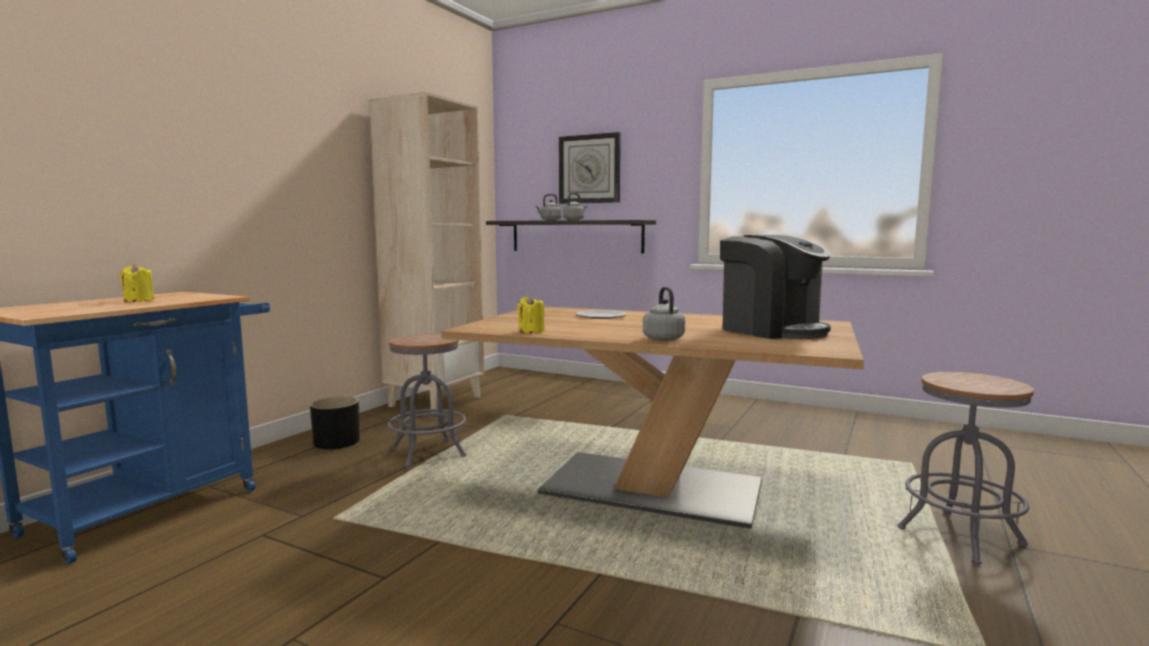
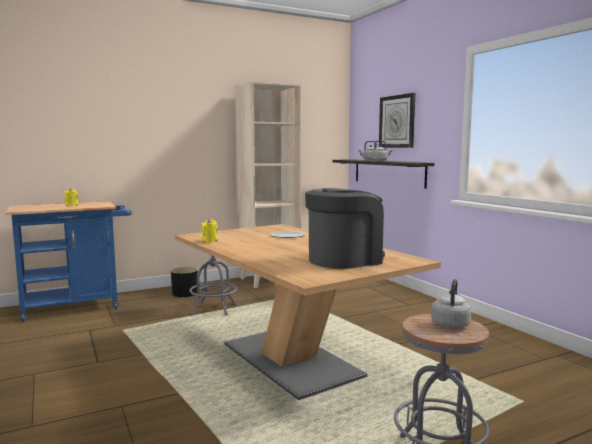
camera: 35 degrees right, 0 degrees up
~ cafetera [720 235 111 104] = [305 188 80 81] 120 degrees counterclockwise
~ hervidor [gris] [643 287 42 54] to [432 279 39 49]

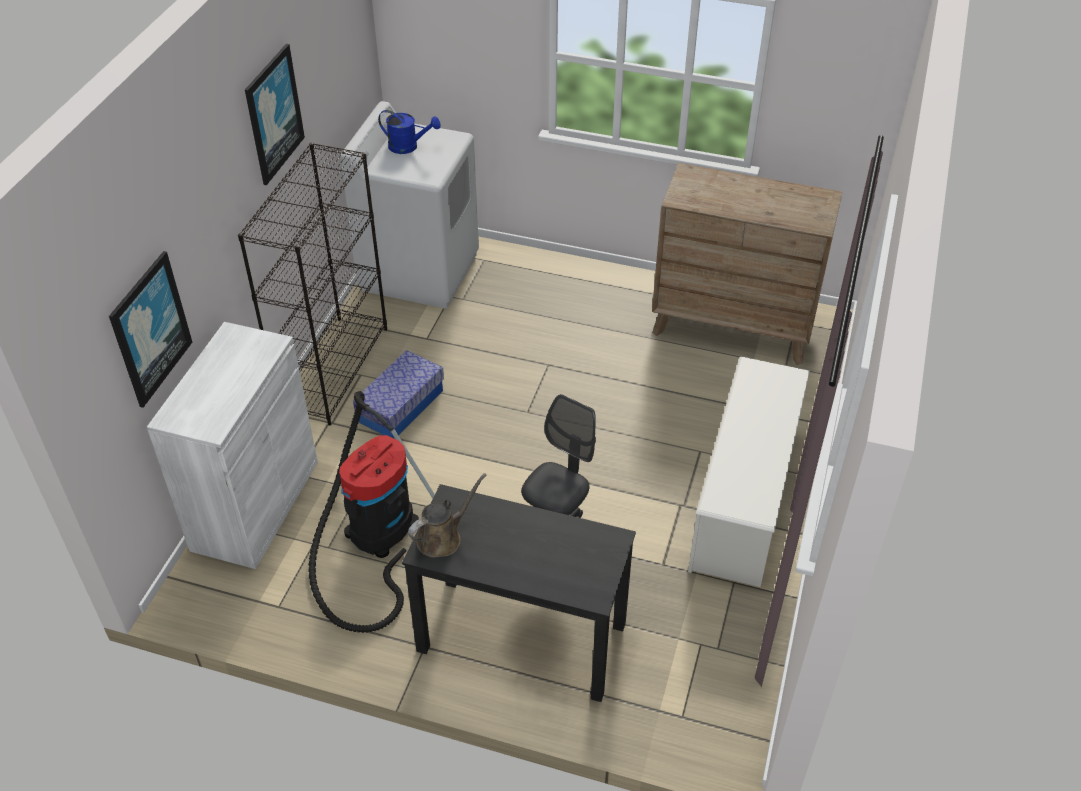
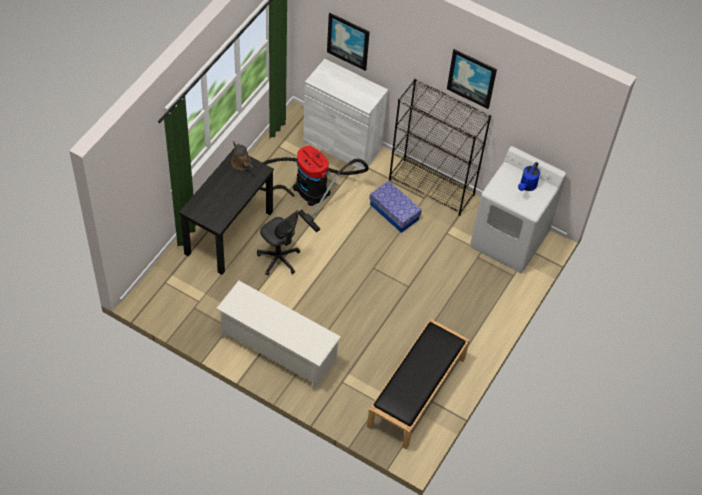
camera: 100 degrees right, 10 degrees up
~ cómoda [marrón] [652 163 190 202] to banco [negro] [367 319 103 131]

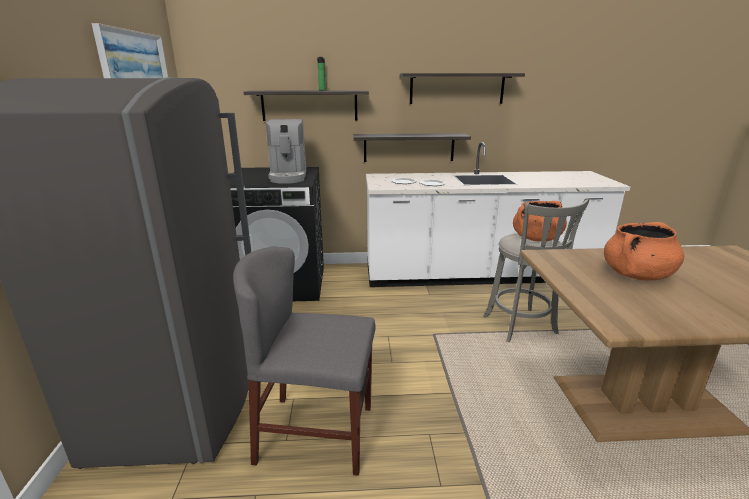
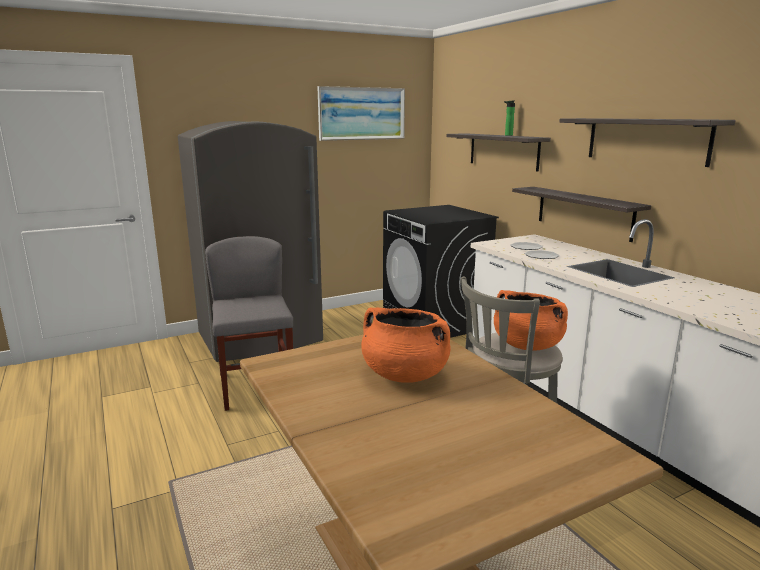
camera: 65 degrees right, 5 degrees down
- cafetera [266 119 40 65]

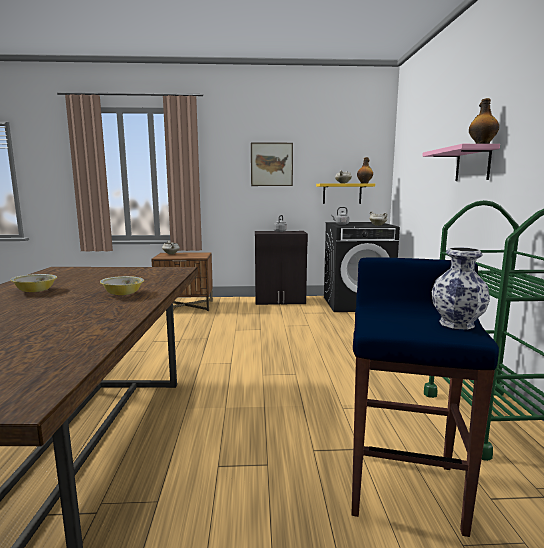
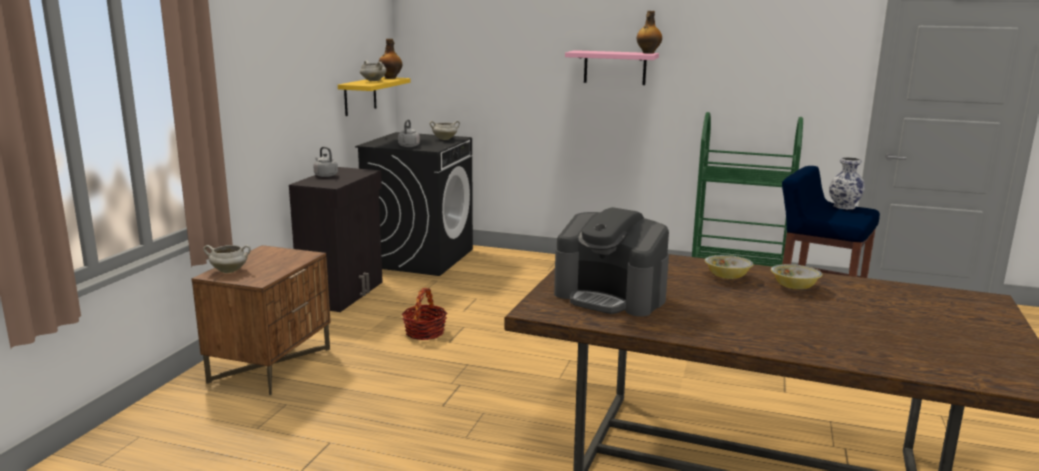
camera: 70 degrees left, 5 degrees up
- cuadro [251 142 42 44]
~ cuenco [10 274 47 18] to [771 264 52 25]
+ cafetera [554 207 115 109]
+ cesta [402 288 45 52]

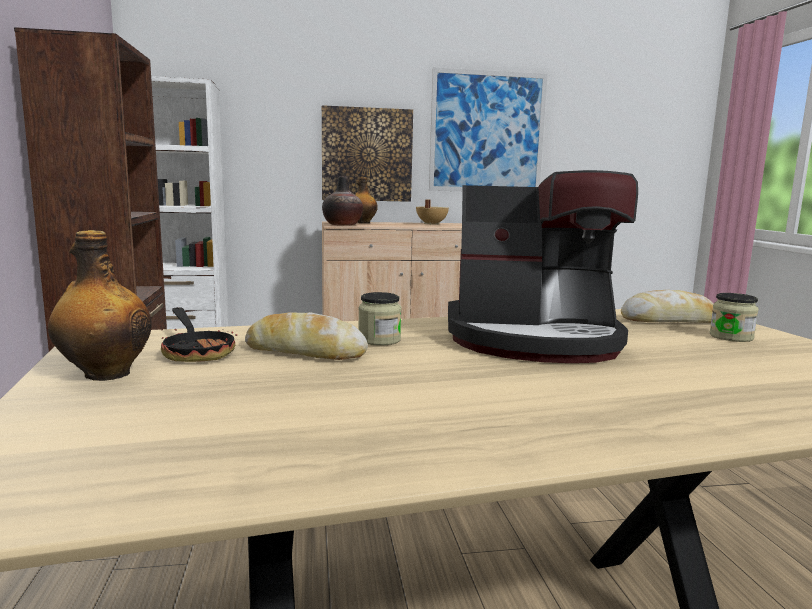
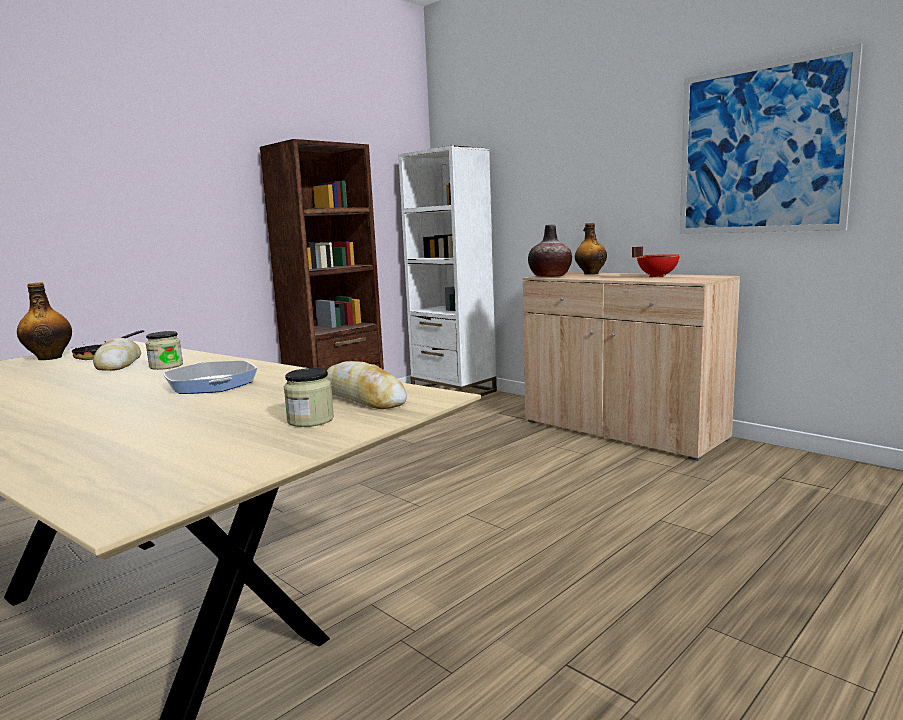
camera: 55 degrees right, 0 degrees up
- cuadro [322 105 91 97]
~ cafetera [448 170 190 193] to sartén [163 361 94 33]
~ olla [beis] [416 199 33 26] to olla [rojo] [632 246 48 31]

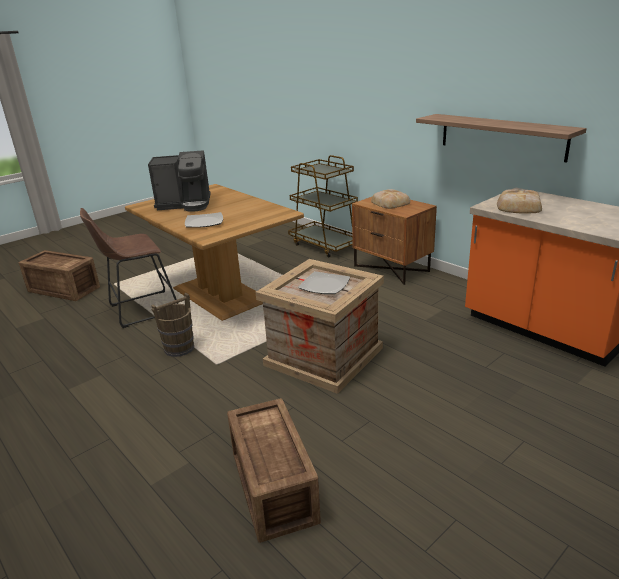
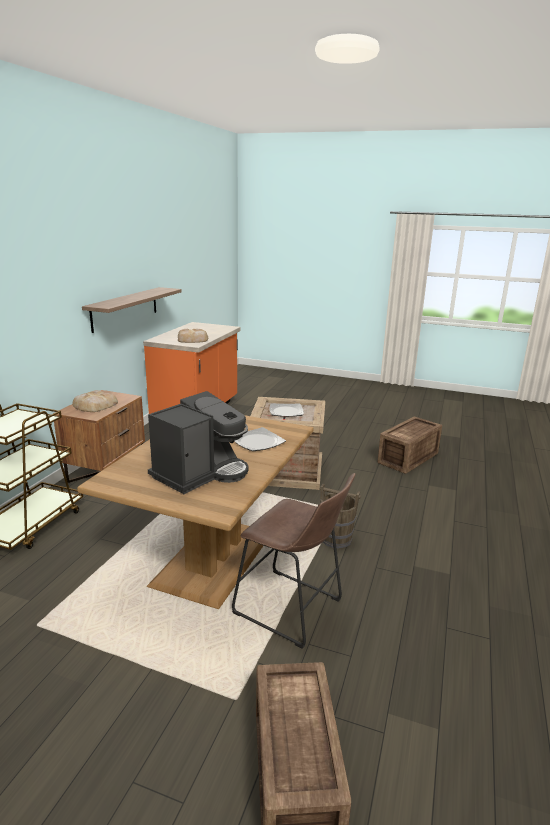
camera: 120 degrees left, 5 degrees down
~ cafetera [148 150 63 62] = [148 391 101 103] 75 degrees clockwise

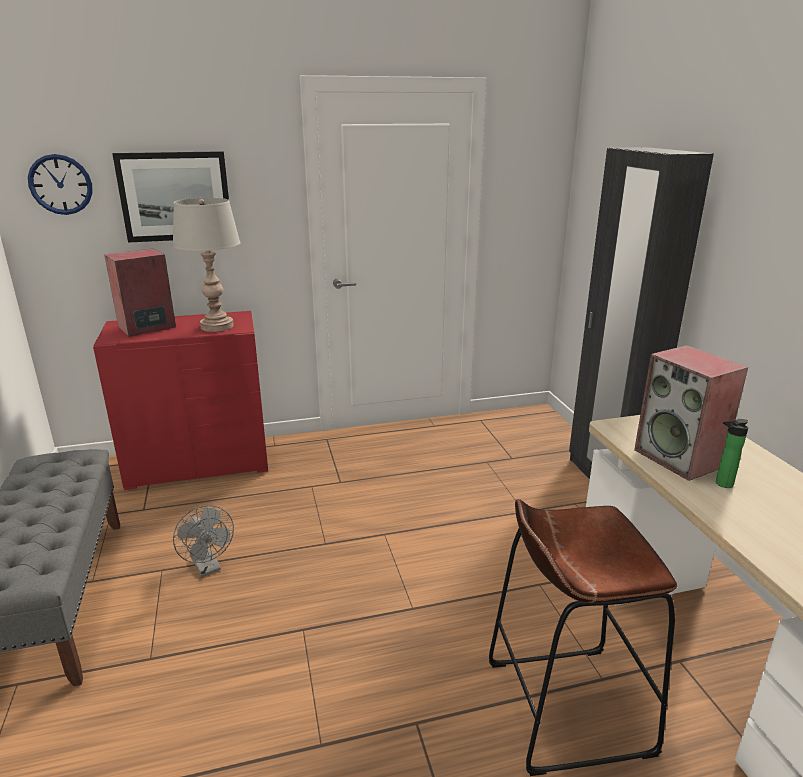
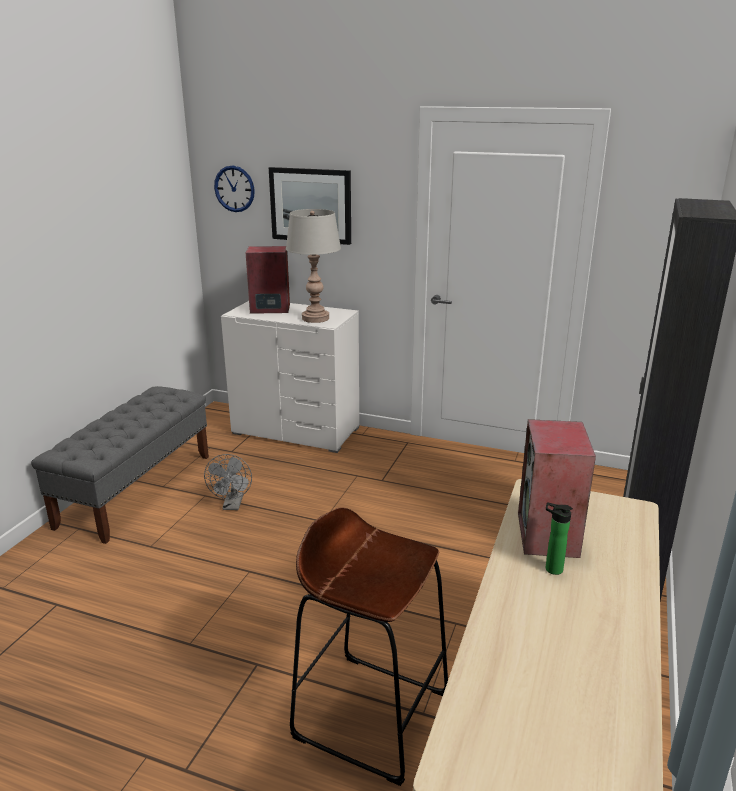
camera: 35 degrees right, 0 degrees up
~ cómoda [rojo] [93 311 175 179] to cómoda [blanco] [221 301 138 152]

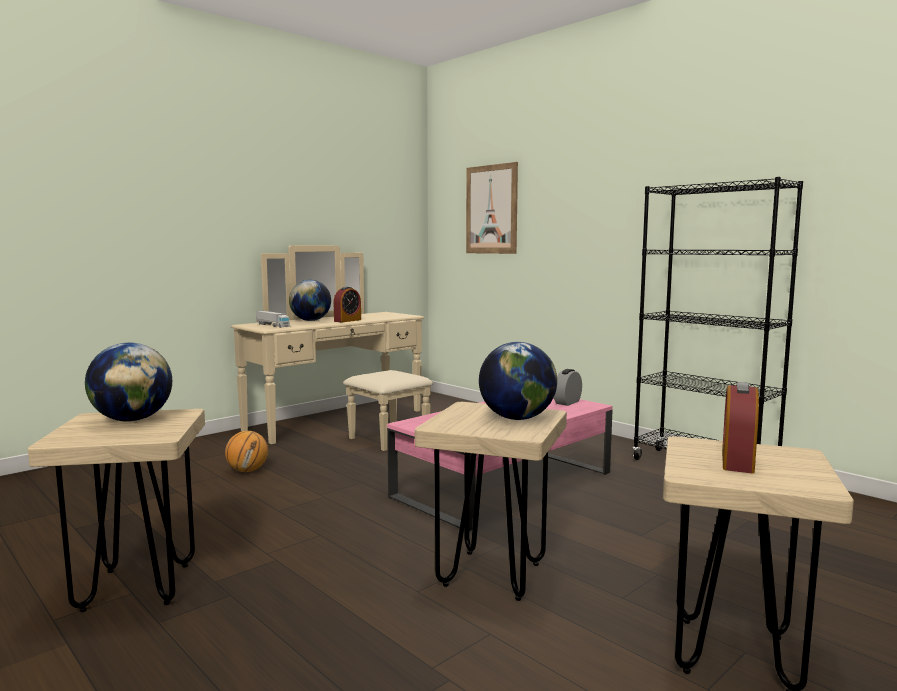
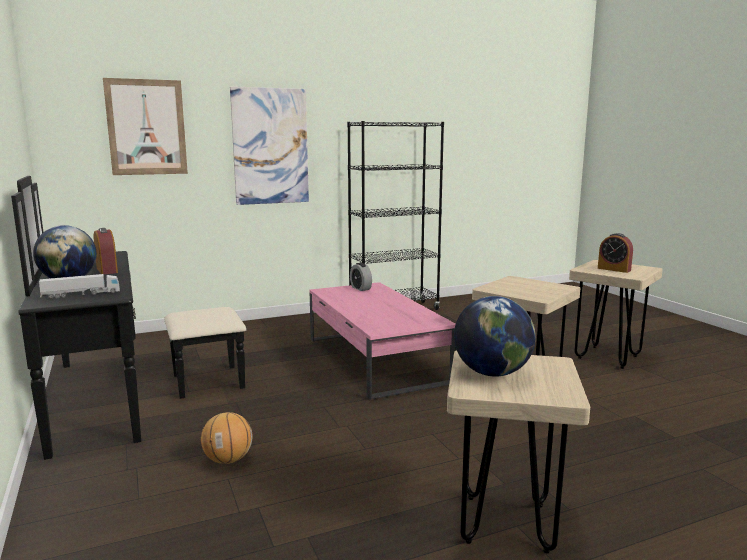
camera: 70 degrees left, 5 degrees up
~ cómoda [beis] [231 245 202 206] to cómoda [negro] [11 176 236 284]
- globo terráqueo [479 342 78 78]
+ cuadro [230 86 79 119]

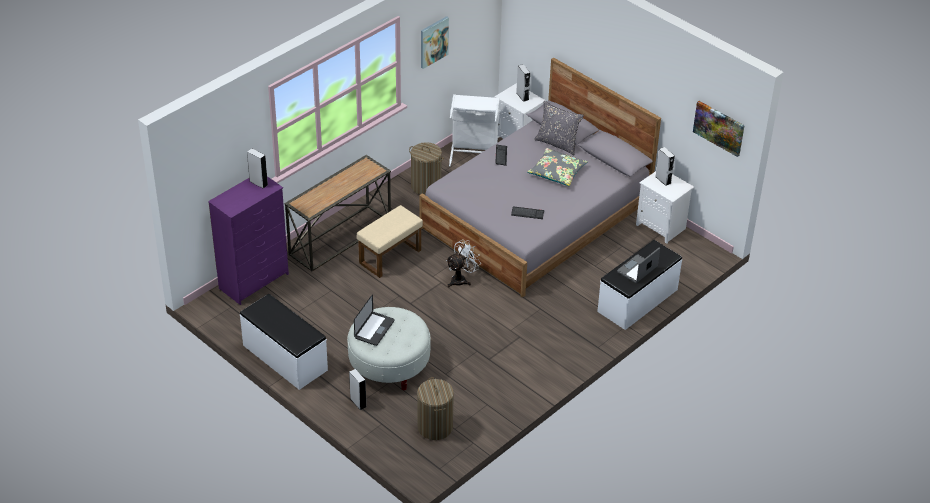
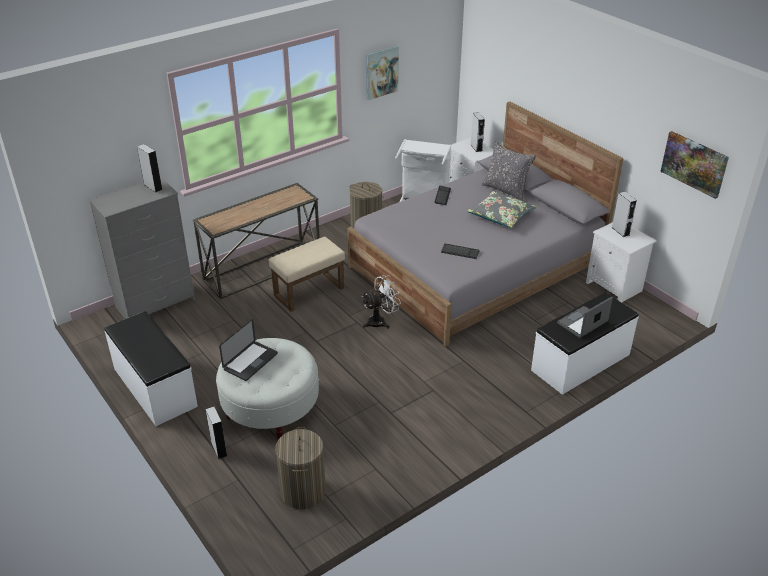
camera: 10 degrees right, 5 degrees down
~ cómoda [morado] [208 176 81 129] to cómoda [gris] [89 177 106 142]

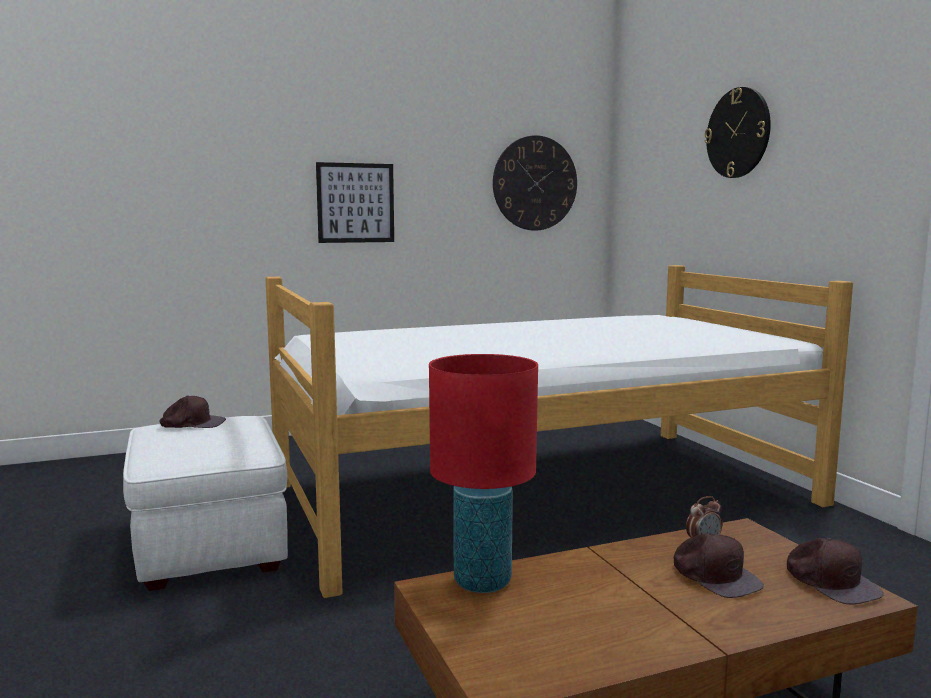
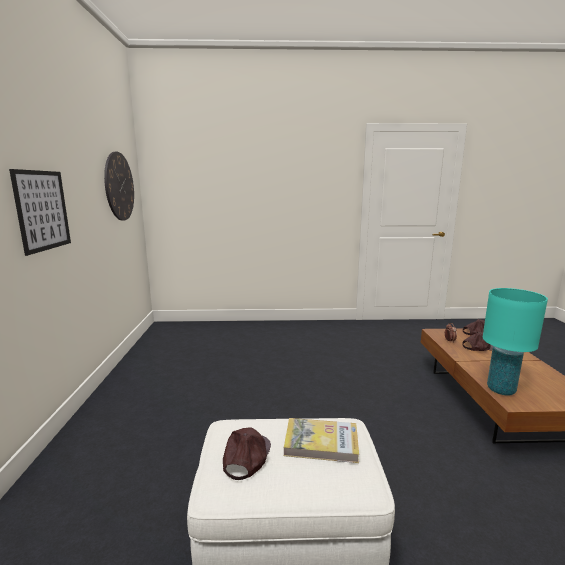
camera: 70 degrees left, 5 degrees up
- reloj de pared [704 87 67 91]
- cama [265 265 588 333]
~ lámpara de mesa [rojo] [429 354 109 239] to lámpara de mesa [turquesa] [483 288 65 108]
+ libro [284 418 75 45]

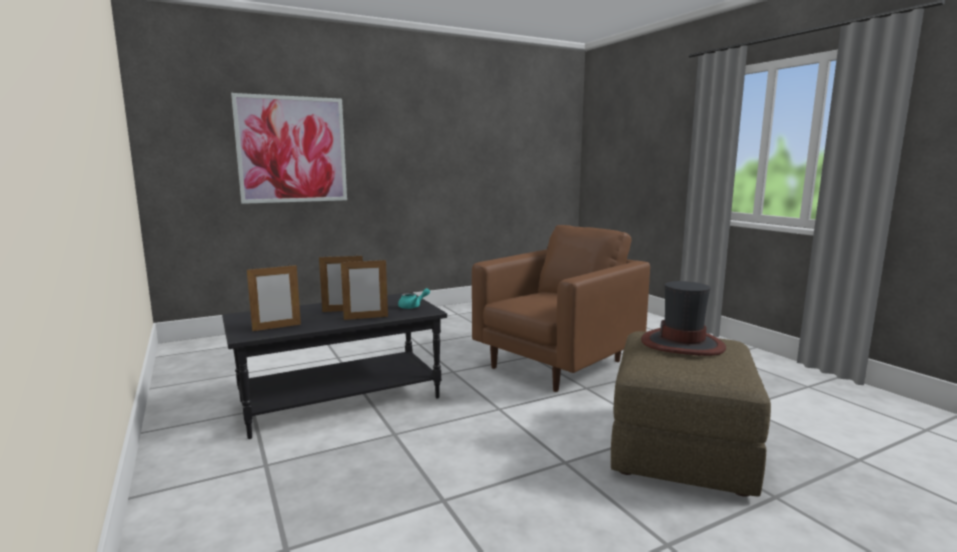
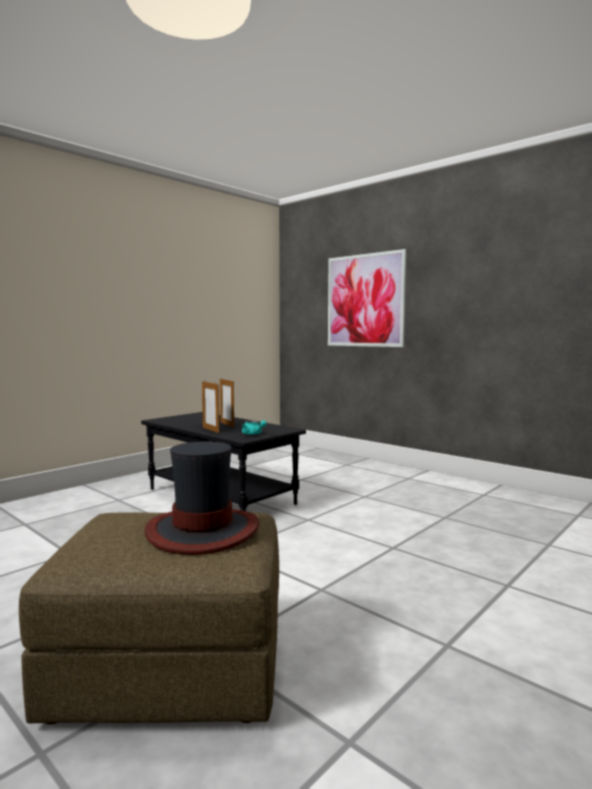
camera: 70 degrees right, 5 degrees down
- sillón [marrón] [472 225 178 167]
- portarretratos [247 264 54 67]

